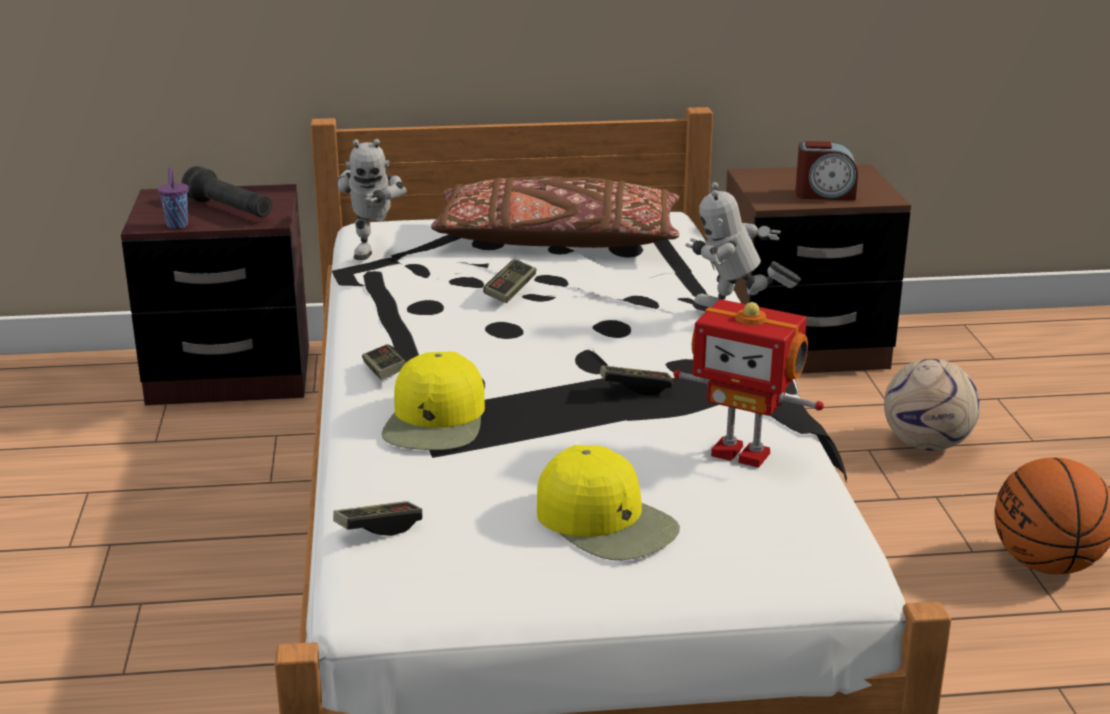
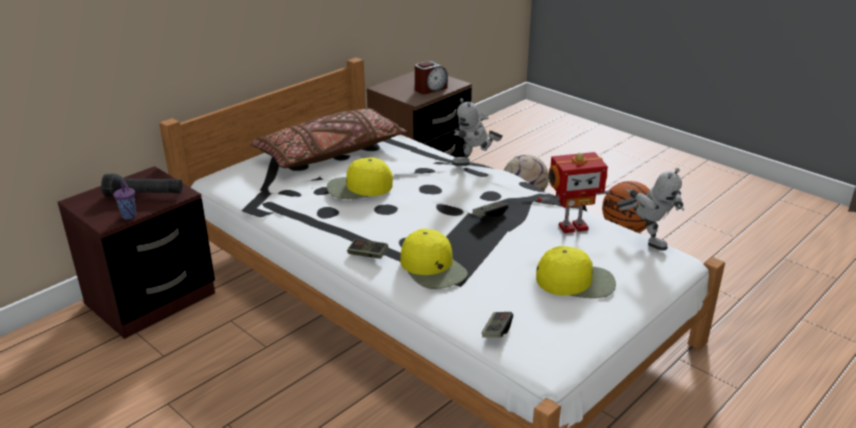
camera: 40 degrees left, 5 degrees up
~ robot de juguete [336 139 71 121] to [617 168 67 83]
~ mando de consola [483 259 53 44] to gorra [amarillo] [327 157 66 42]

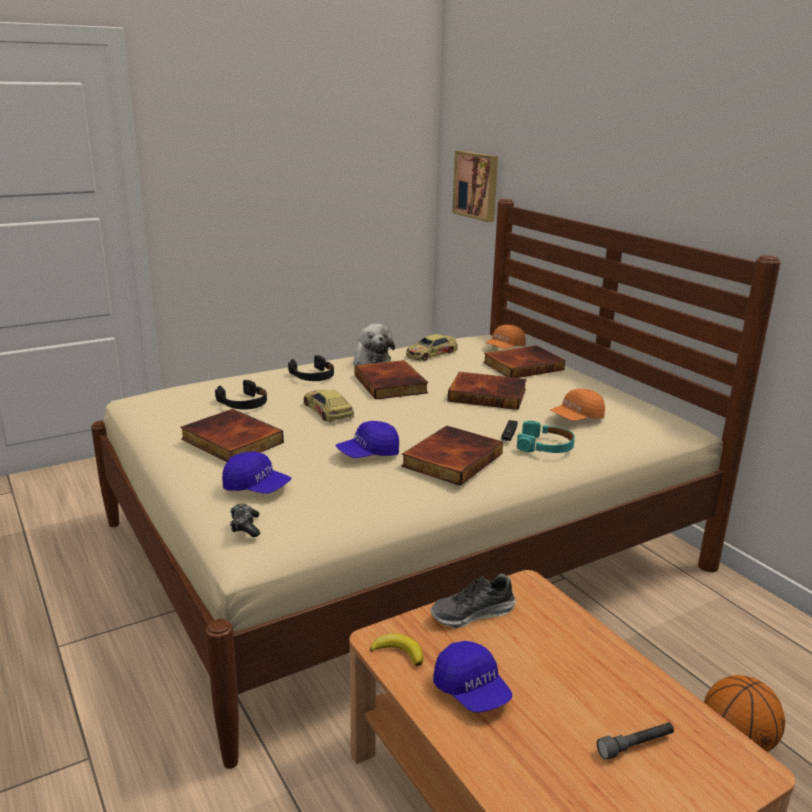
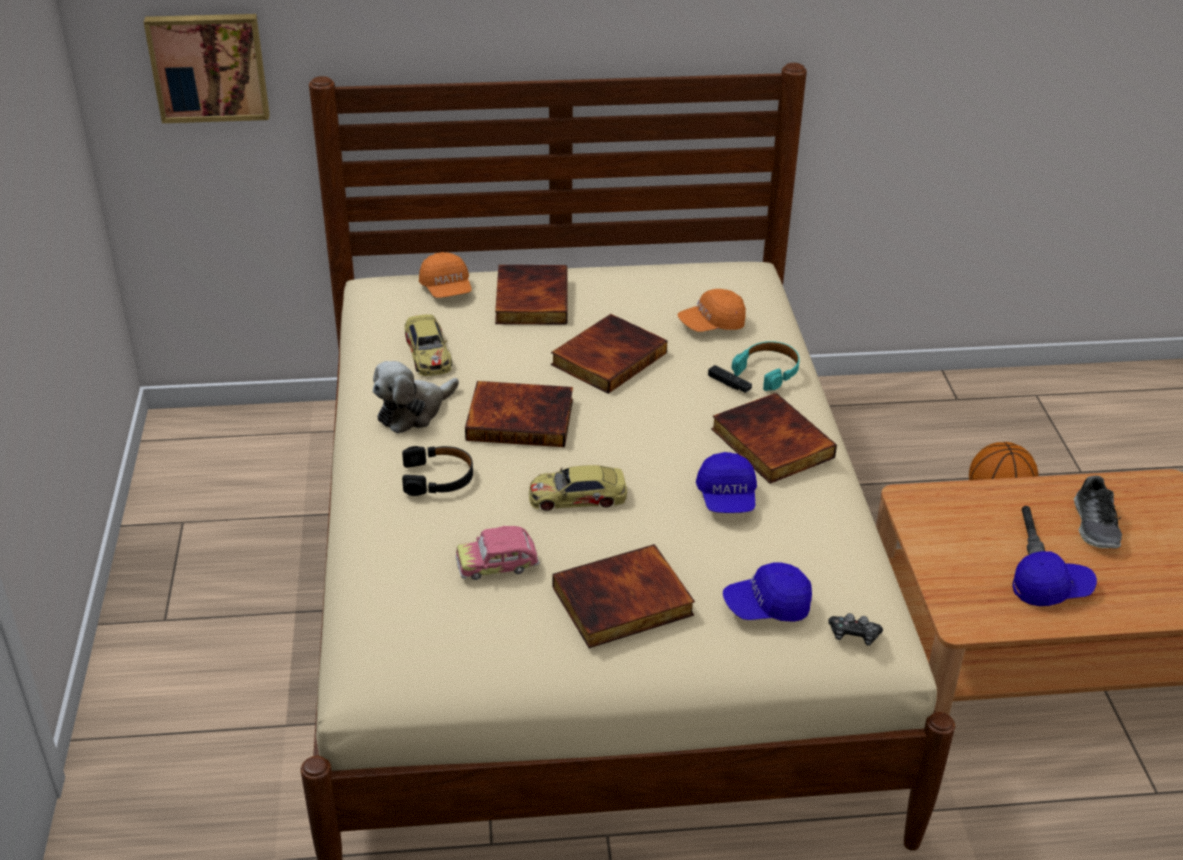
camera: 65 degrees left, 15 degrees up
~ peluche [353 324 42 41] = [373 361 86 73] 135 degrees clockwise
~ auriculares [negro] [215 380 52 30] to coche de juguete [456 526 84 54]
~ gorra [naranja] [550 389 55 32] = [677 289 69 43] 75 degrees clockwise
~ gorra [azul] [222 451 70 43] = [723 562 89 60] 150 degrees counterclockwise
~ zapato [431 574 85 54] to [1074 476 48 73]
- plátano [370 634 53 32]
~ linterna [gris] [597 722 77 38] to [1022 506 23 49]

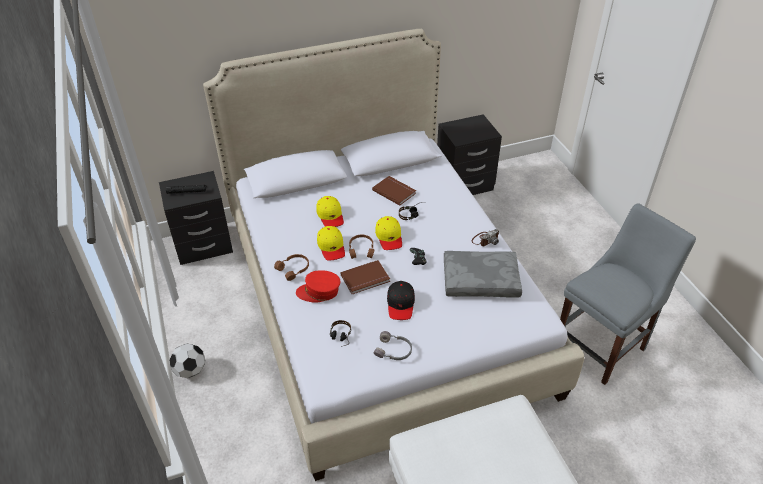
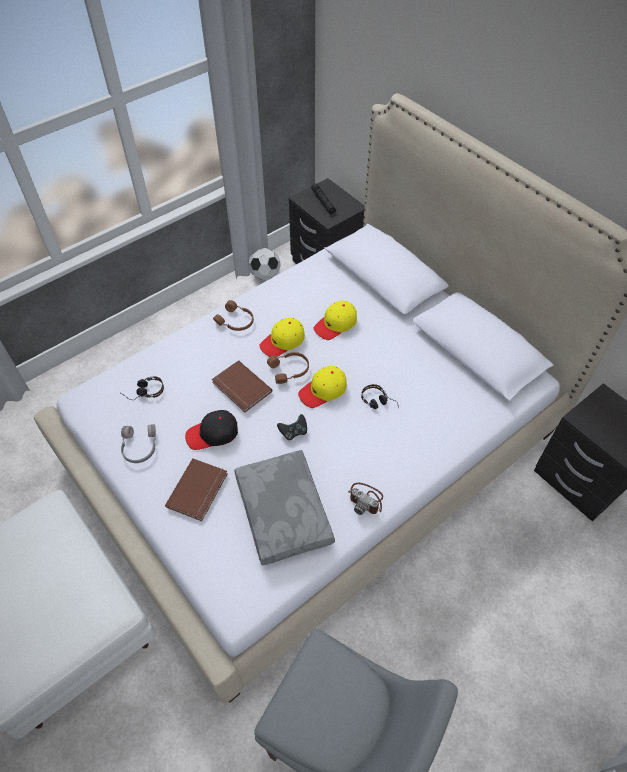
camera: 70 degrees right, 10 degrees up
~ libro [marrón] [372 176 44 30] to [165 458 63 63]
- gorra [rojo] [296 270 44 33]
~ balón de fútbol [169 344 36 34] to [249 248 32 32]

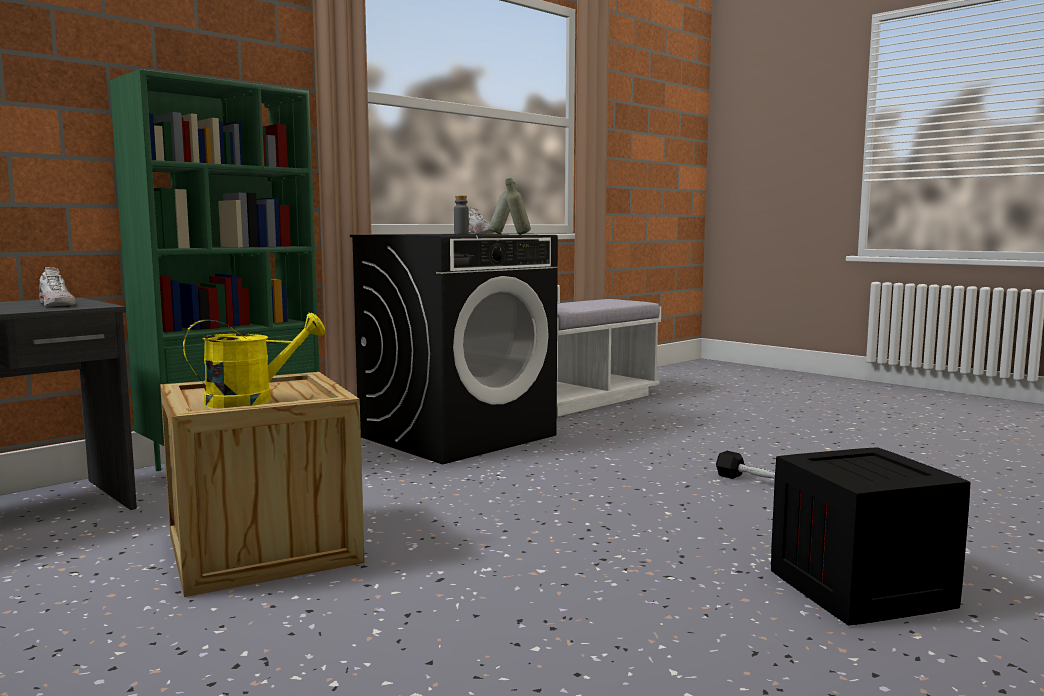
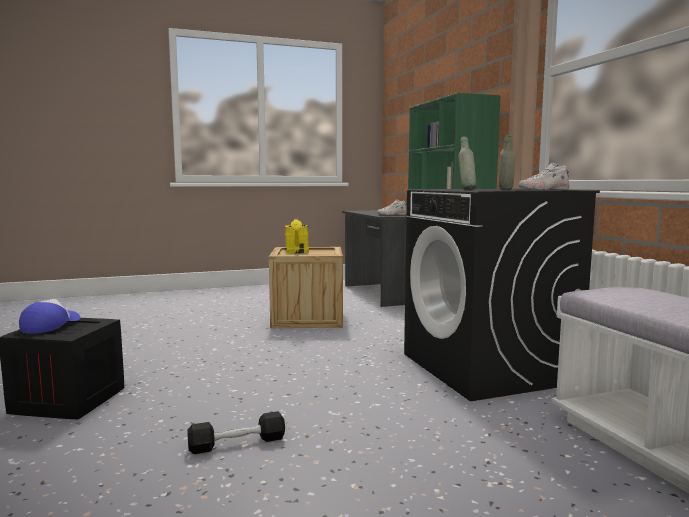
camera: 115 degrees right, 0 degrees up
- botella [gris] [454 196 15 38]
+ gorra [19 299 61 35]

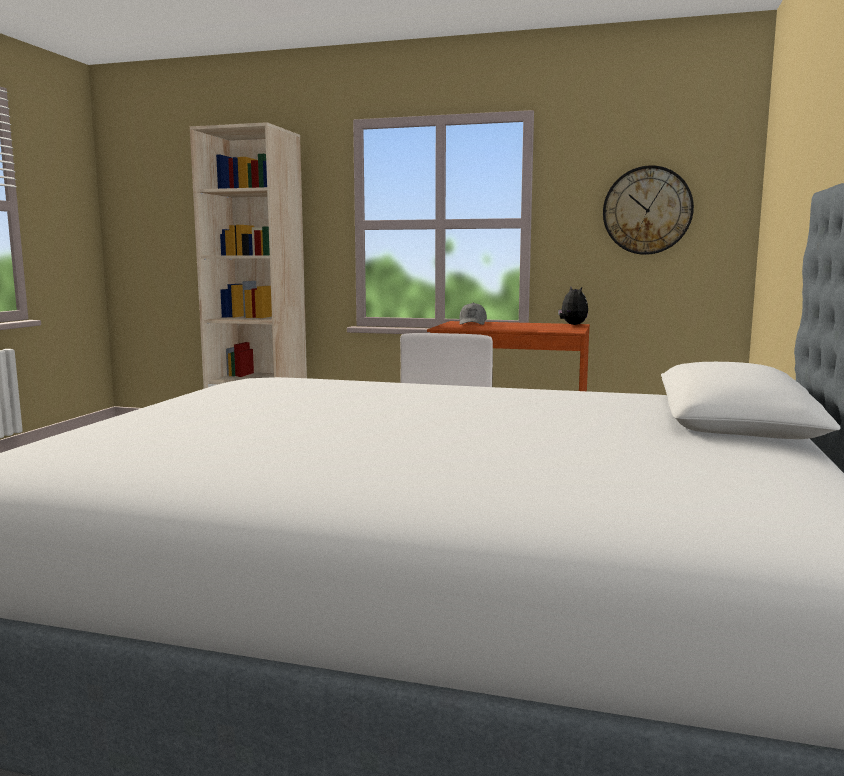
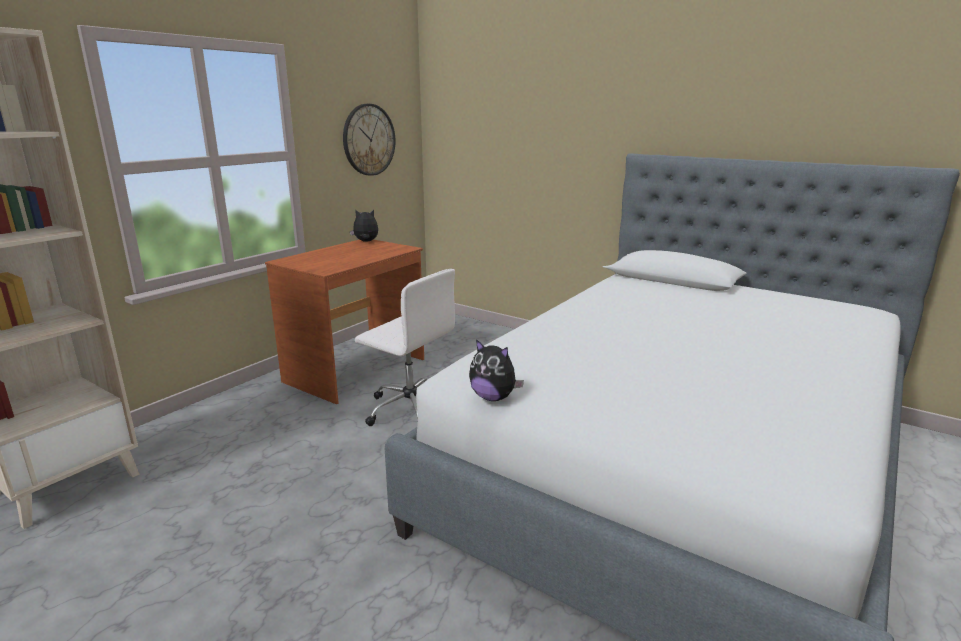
camera: 70 degrees left, 10 degrees up
- gorra [gris] [459 302 28 23]
+ peluche [469 339 55 62]

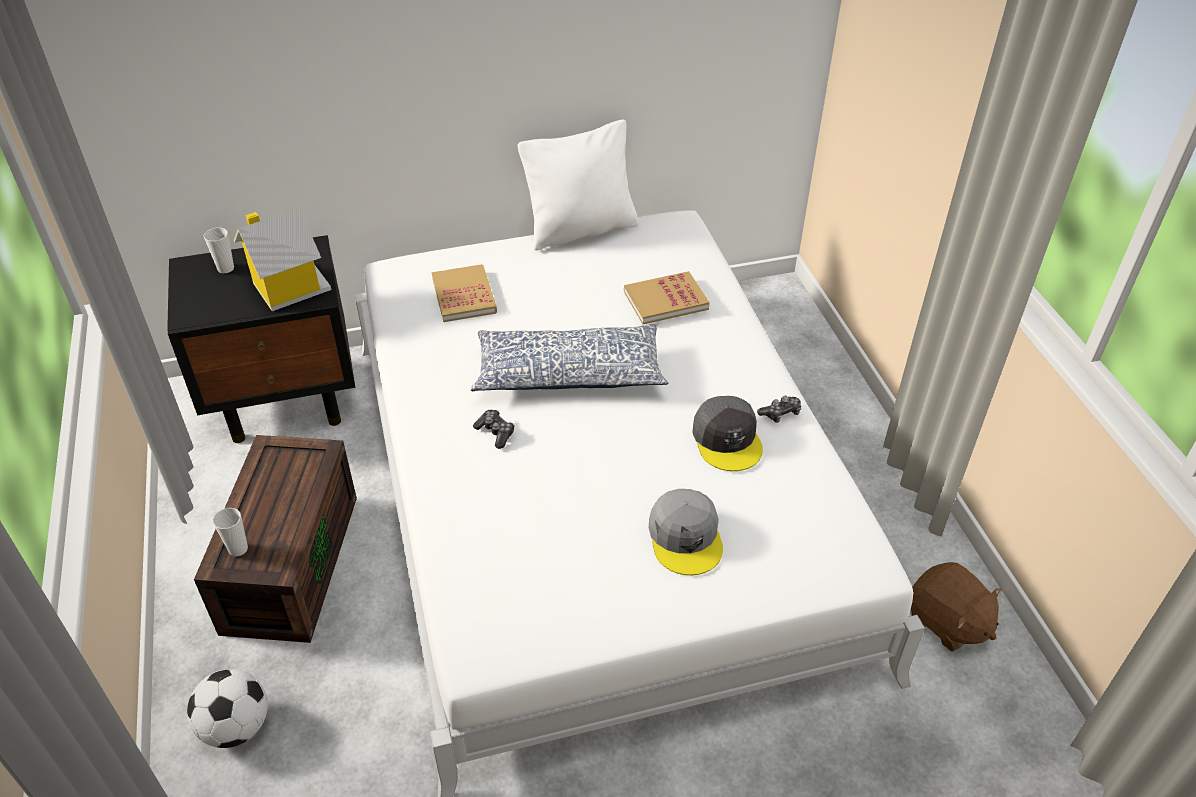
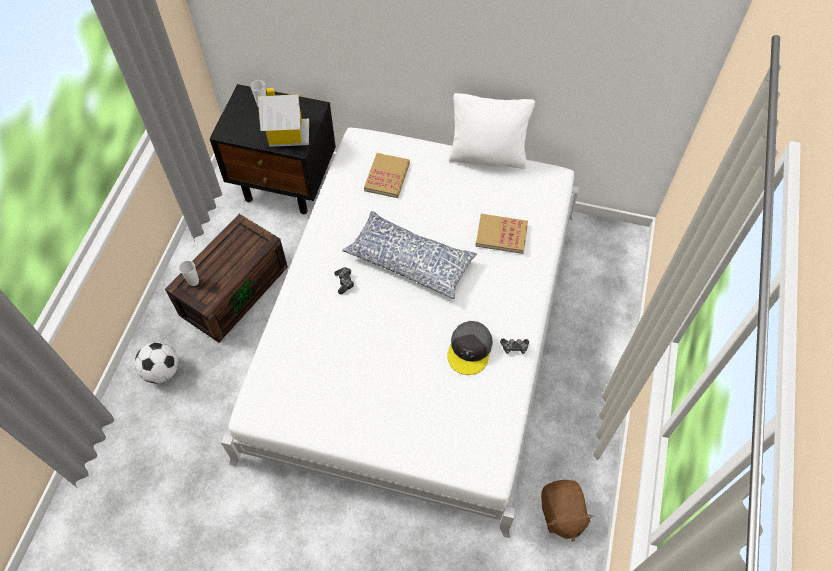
camera: 30 degrees right, 15 degrees up
- gorra [gris] [649 489 74 86]

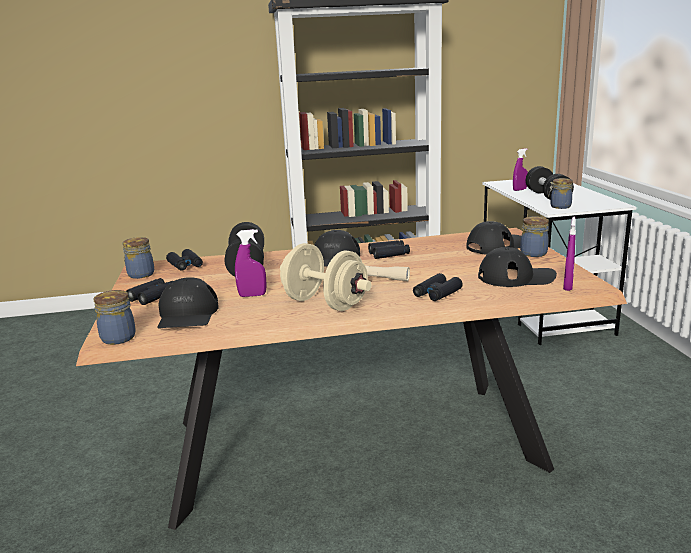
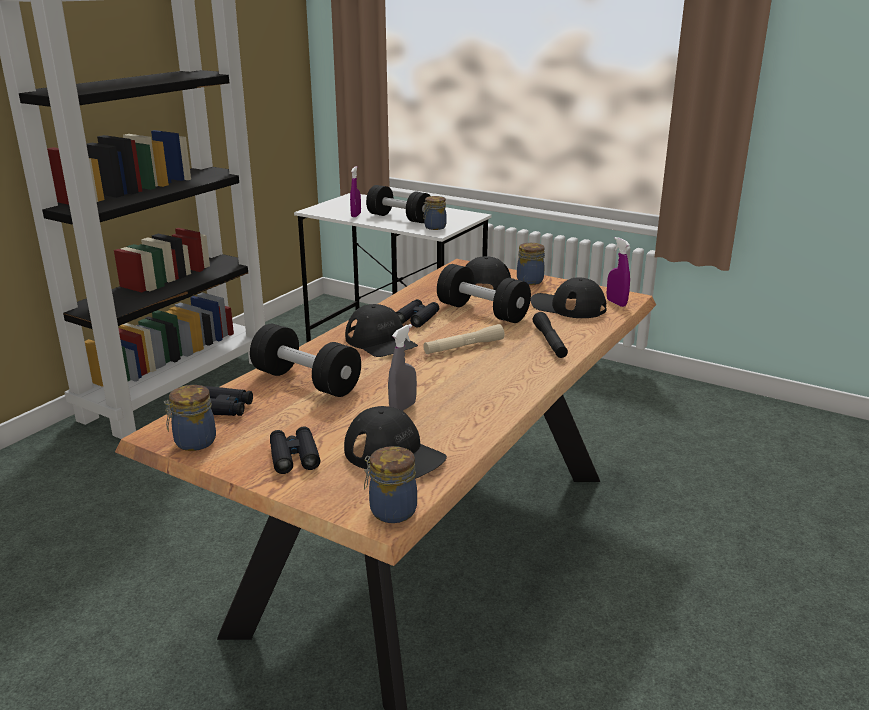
camera: 50 degrees left, 5 degrees up
~ pulverizador [morado] [235 229 32 68] to pulverizador [gris] [388 324 29 87]
- mancuerna [beis] [280 243 92 68]
~ gorra [negro] [478 247 79 40] = [531 277 76 41] 105 degrees counterclockwise
~ prismáticos [negro] [413 273 50 28] to linterna [negro] [533 312 35 46]
+ mancuerna [negro] [437 264 94 59]

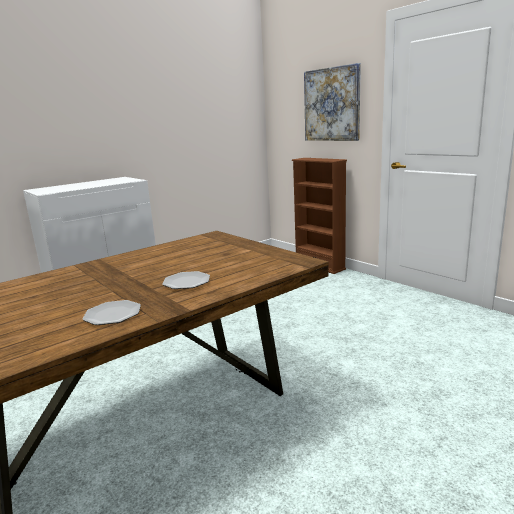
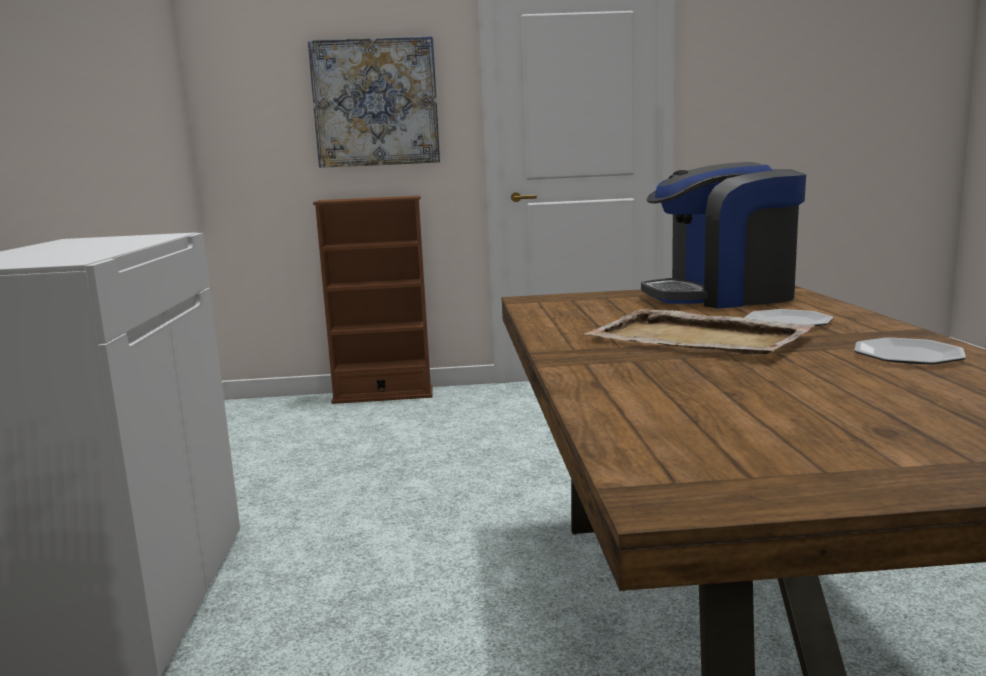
camera: 55 degrees left, 5 degrees down
+ cafetera [641 162 165 147]
+ bandeja [beis] [585 309 230 45]

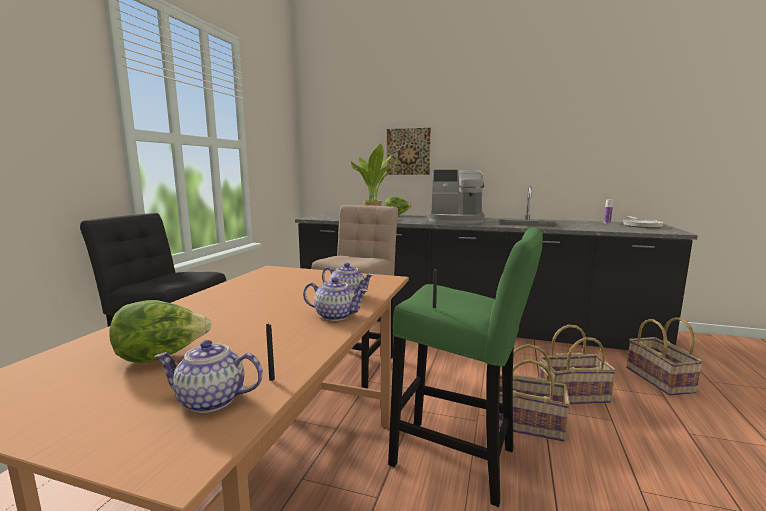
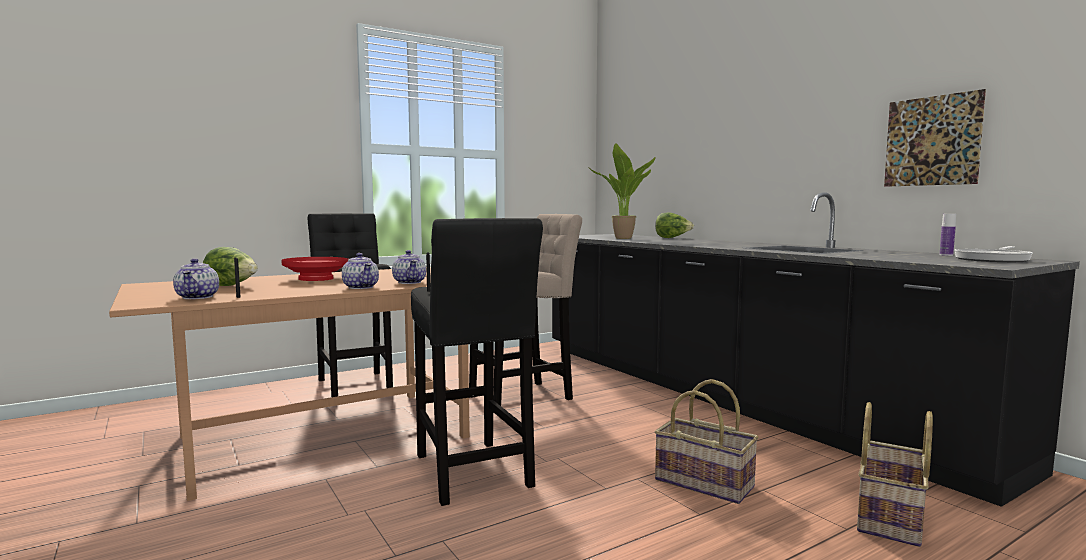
camera: 40 degrees right, 5 degrees down
~ cuadro [387 128 44 47] to [884 89 102 98]
- cafetera [427 170 58 54]
~ taburete [verde] [388 227 155 280] to taburete [negro] [411 218 132 288]
~ tetera [155 340 108 73] = [173 258 46 41] 150 degrees counterclockwise
- cesta [499 344 71 98]
+ cuenco [rojo] [282 257 66 24]

